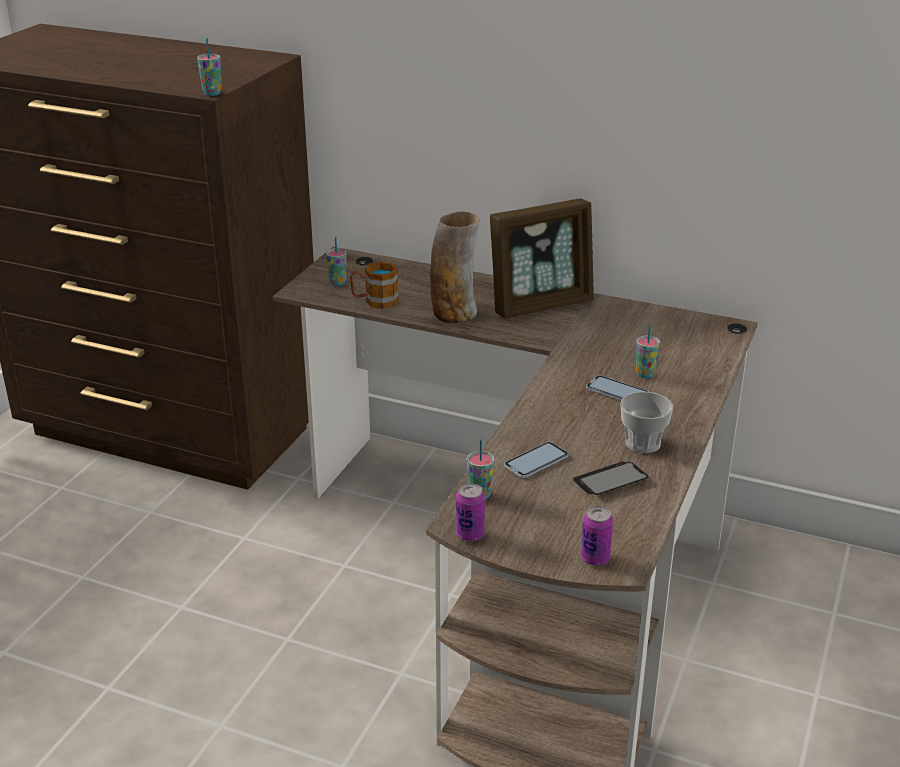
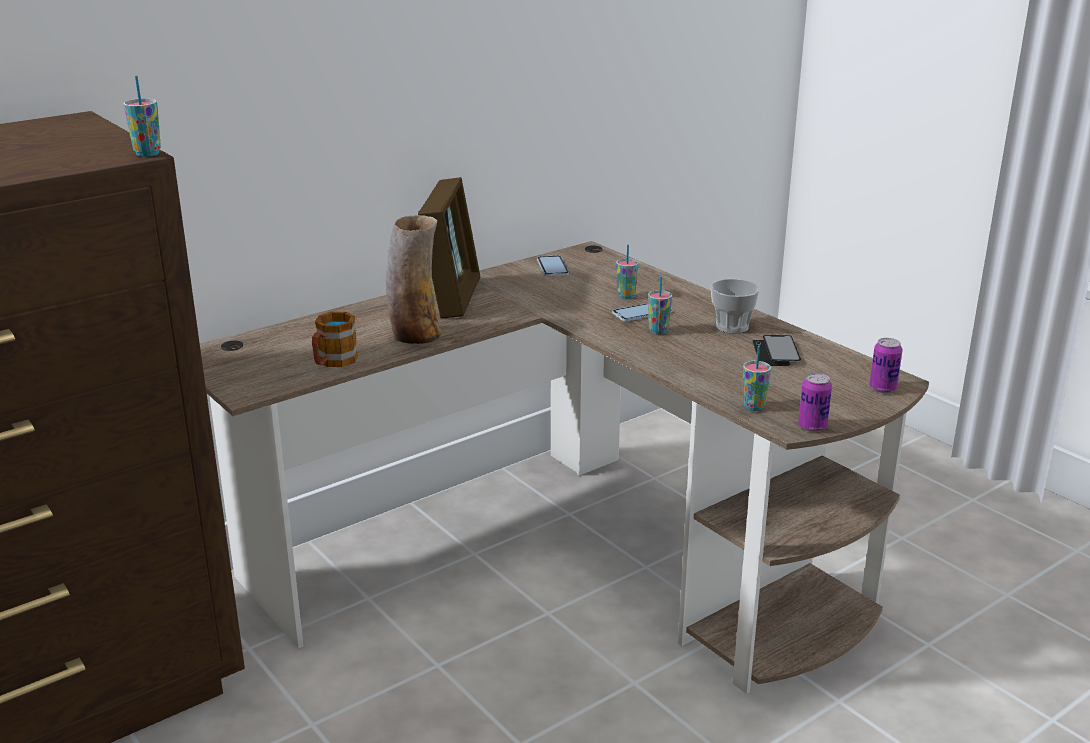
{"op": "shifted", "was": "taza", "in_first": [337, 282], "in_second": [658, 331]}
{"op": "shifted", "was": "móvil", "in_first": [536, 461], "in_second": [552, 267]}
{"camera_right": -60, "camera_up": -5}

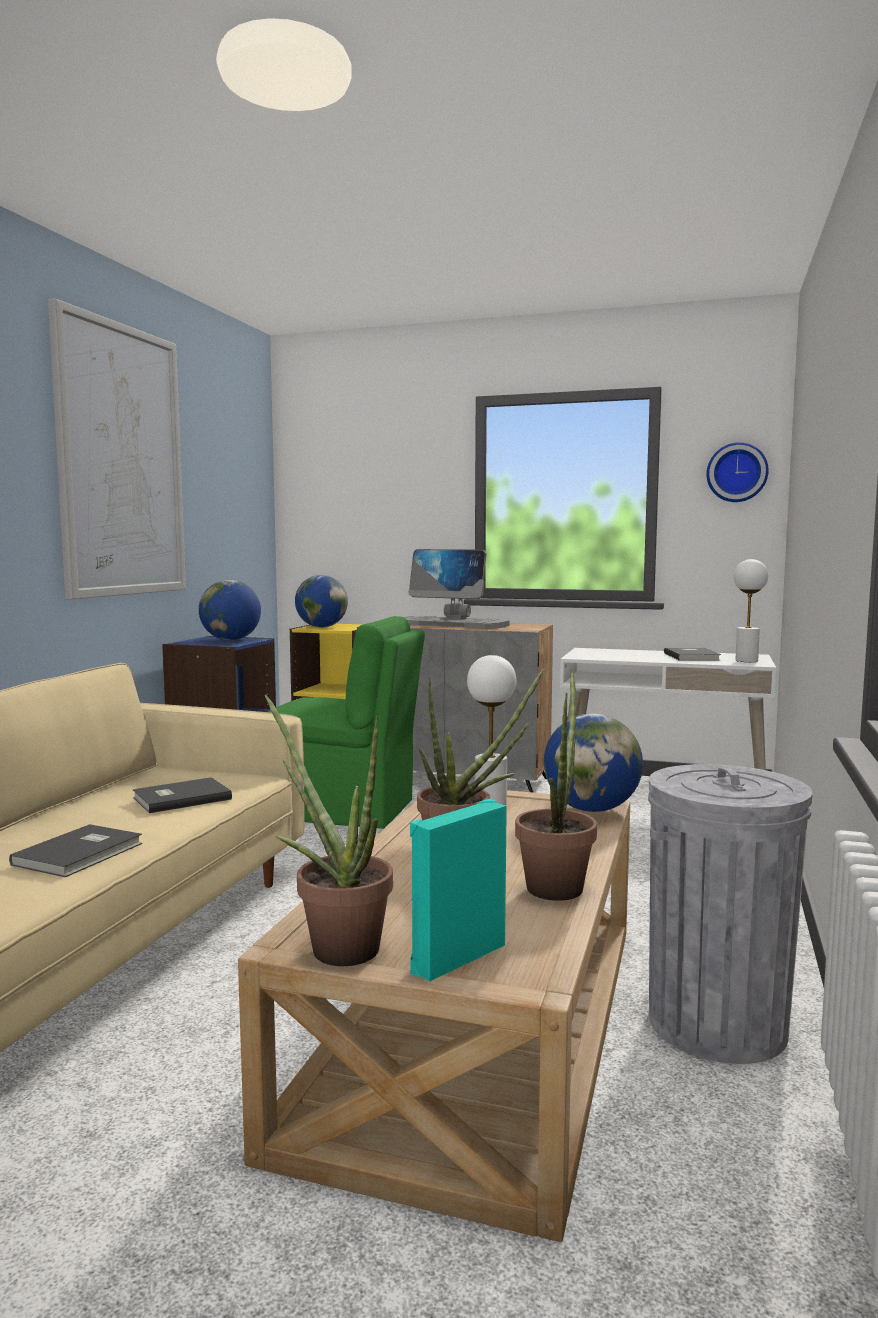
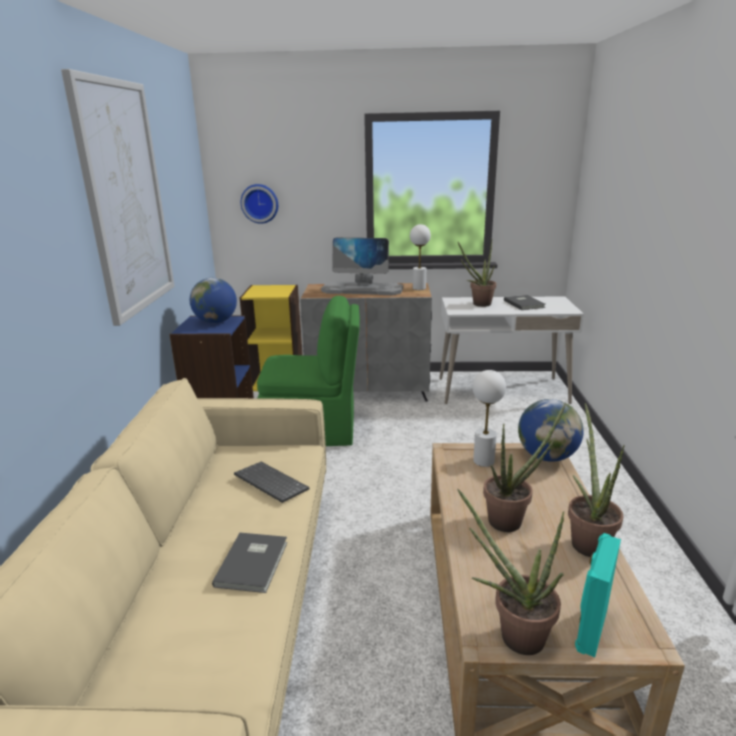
{"op": "gone", "was": "globo terráqueo", "in_first": [321, 627]}
{"op": "gone", "was": "papelera (gris)", "in_first": [717, 1024]}
{"op": "new", "now": "planta en maceta", "in_second": [478, 304]}
{"op": "shifted", "was": "reloj de pared", "in_first": [736, 472], "in_second": [260, 203]}
{"op": "shifted", "was": "lámpara de mesa (blanco)", "in_first": [746, 660], "in_second": [419, 288]}
{"op": "swapped", "was": "libro (gris)", "now": "teclado", "in_first": [180, 798], "in_second": [269, 483]}
{"camera_right": -15, "camera_up": 15}

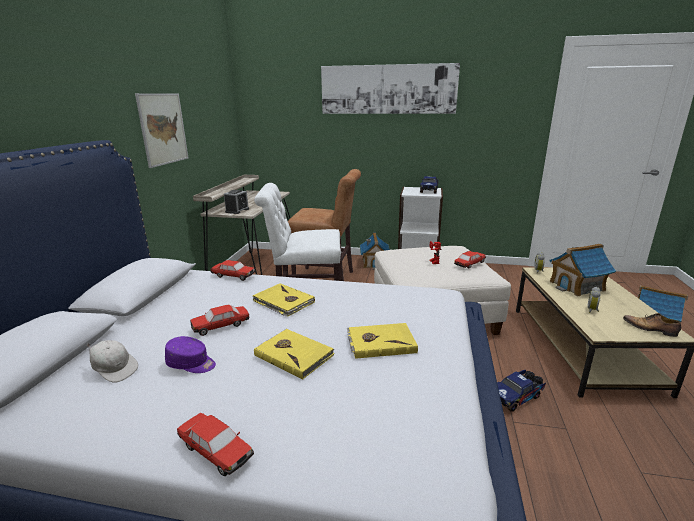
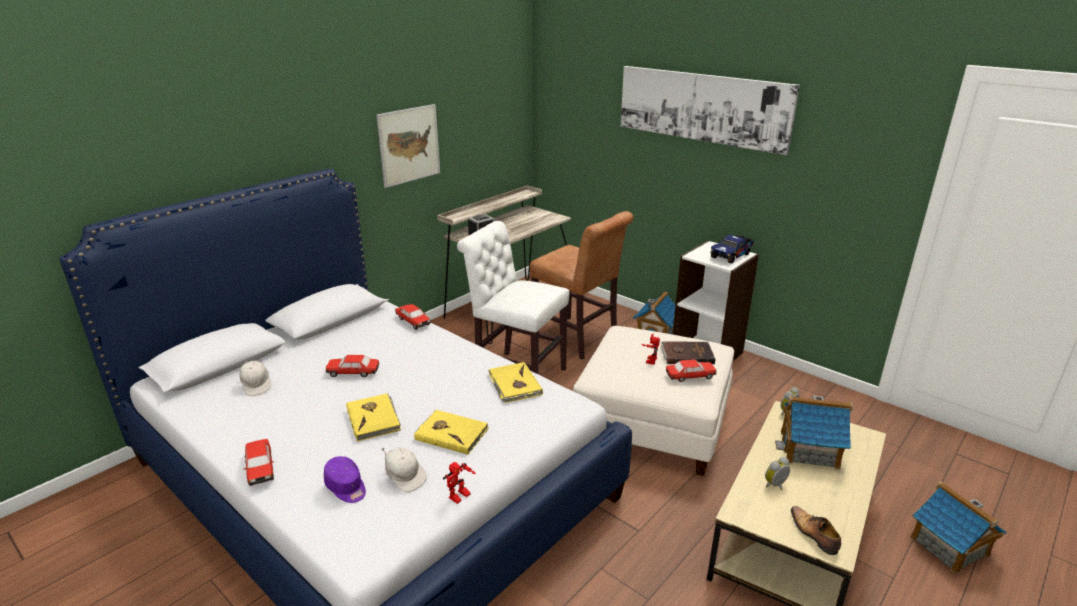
{"op": "gone", "was": "camión de juguete", "in_first": [516, 396]}
{"op": "new", "now": "gorra (blanco)", "in_second": [405, 477]}
{"op": "new", "now": "robot de juguete", "in_second": [460, 498]}
{"op": "new", "now": "libro (marrón)", "in_second": [686, 354]}
{"op": "shifted", "was": "gorra (morado)", "in_first": [191, 364], "in_second": [346, 488]}
{"op": "shifted", "was": "libro (amarillo)", "in_first": [283, 302], "in_second": [514, 385]}
{"camera_right": 30, "camera_up": 5}

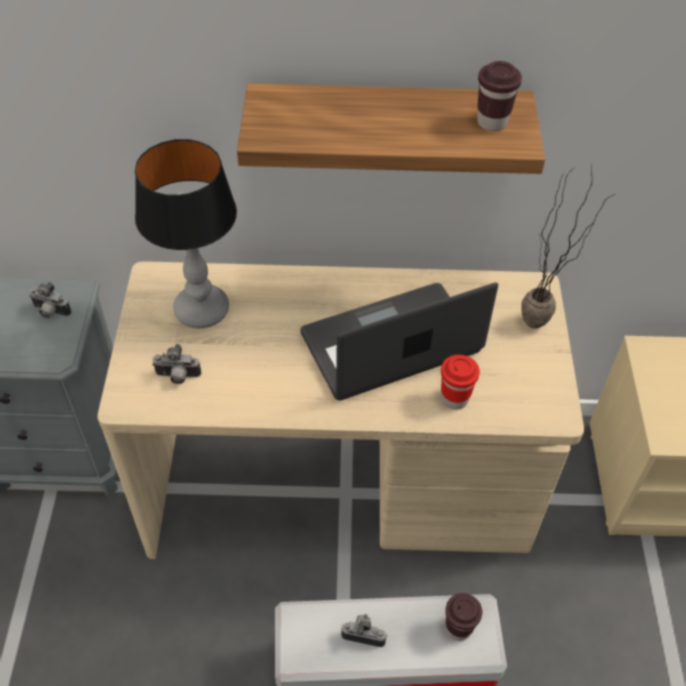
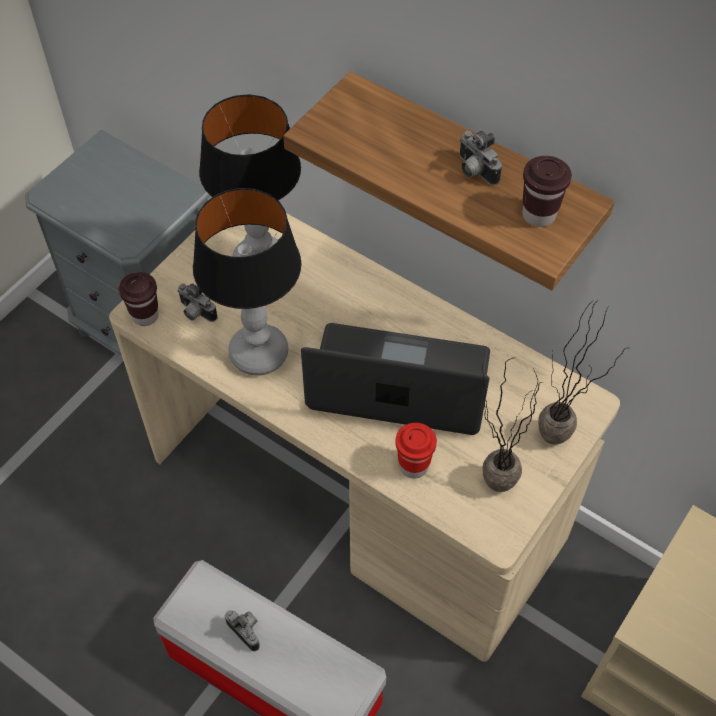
{"op": "new", "now": "lámpara de mesa", "in_second": [257, 353]}
{"op": "new", "now": "planta en maceta", "in_second": [486, 483]}
{"op": "shifted", "was": "cámara", "in_first": [50, 312], "in_second": [474, 171]}
{"op": "shifted", "was": "taza (marrón)", "in_first": [458, 628], "in_second": [145, 316]}
{"camera_right": 35, "camera_up": 5}

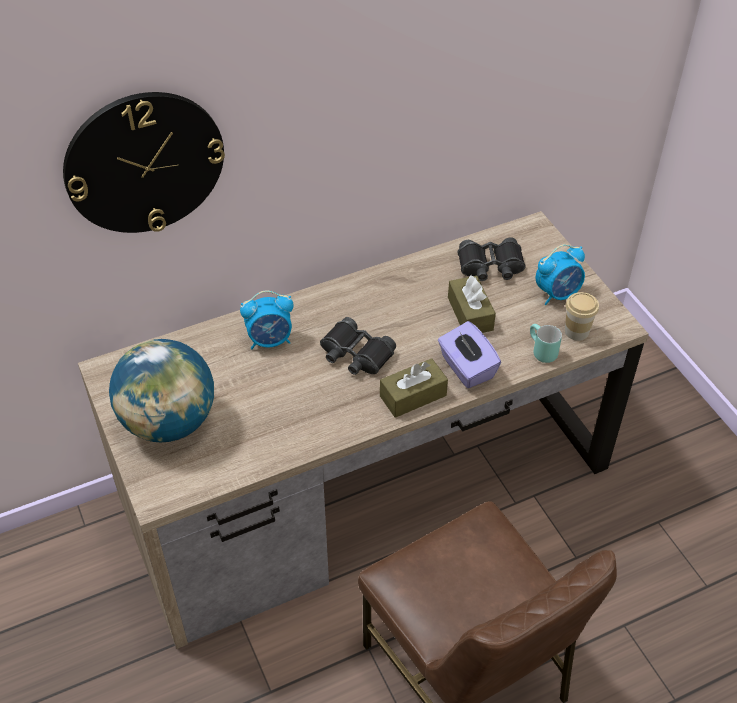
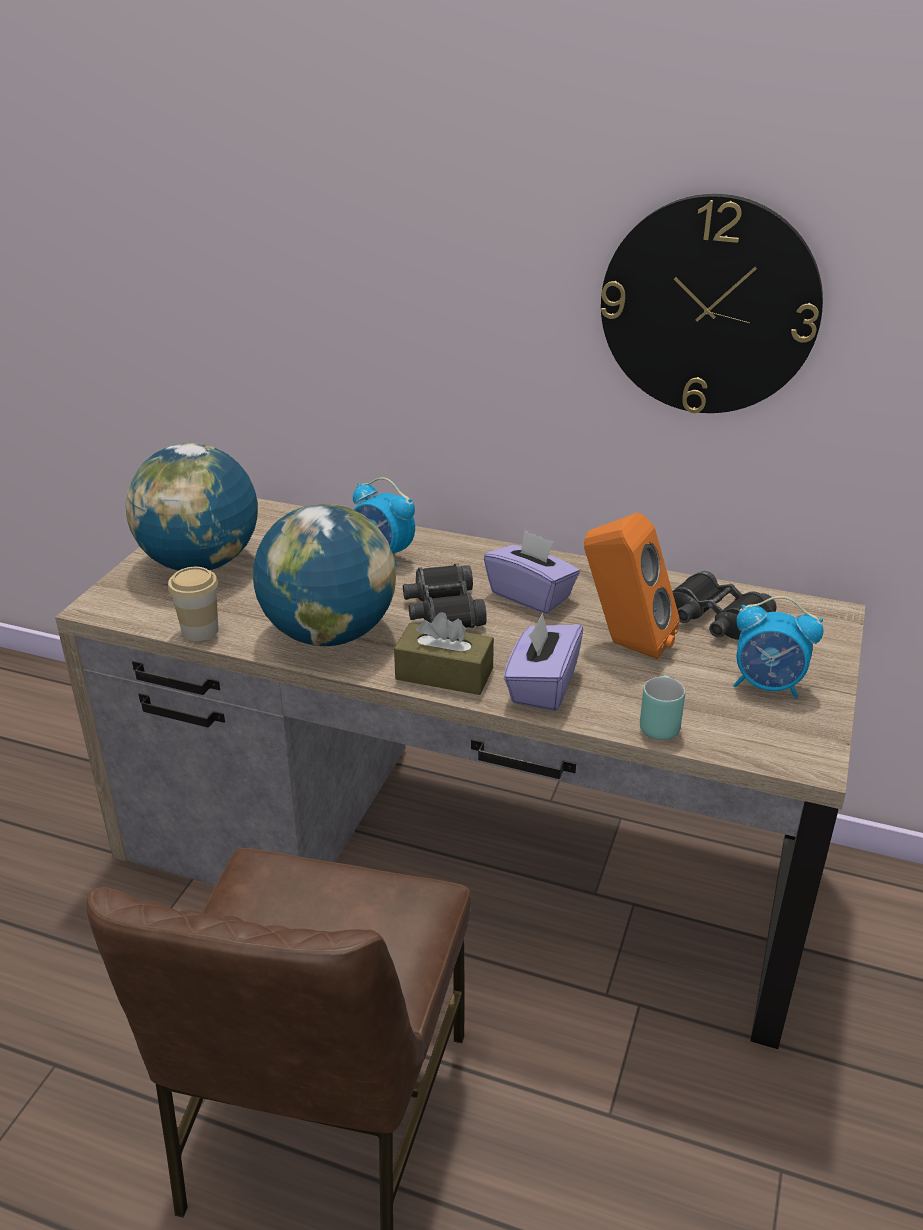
{"op": "new", "now": "globo terráqueo", "in_second": [329, 633]}
{"op": "new", "now": "caja de pañuelos (morado)", "in_second": [531, 595]}
{"op": "shifted", "was": "reloj de pared", "in_first": [144, 163], "in_second": [709, 307]}
{"op": "shifted", "was": "taza", "in_first": [576, 331], "in_second": [200, 631]}
{"op": "swapped", "was": "caja de pañuelos (marrón)", "now": "altavoz (naranja)", "in_first": [470, 314], "in_second": [624, 644]}
{"camera_right": 45, "camera_up": -15}

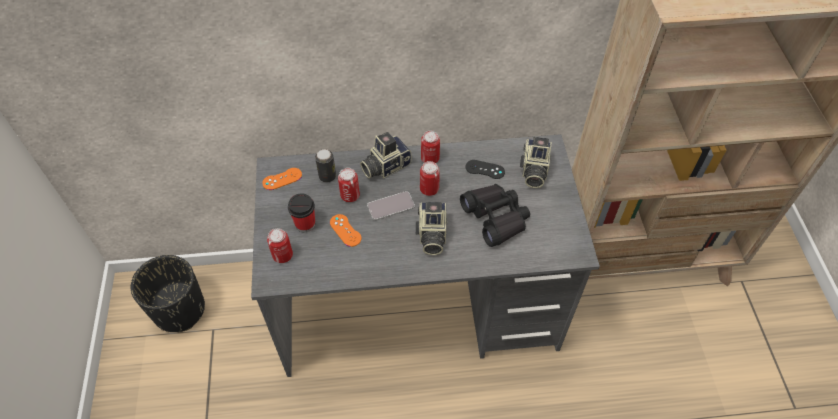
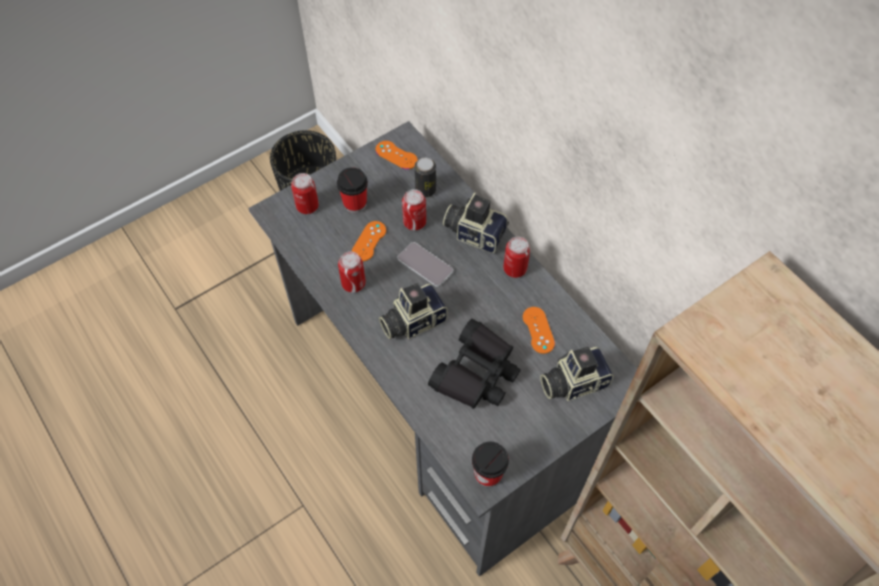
{"op": "new", "now": "taza", "in_second": [488, 474]}
{"op": "shifted", "was": "lata", "in_first": [429, 189], "in_second": [353, 283]}
{"op": "repainted", "was": "mando de consola (negro)", "now": "mando de consola (naranja)", "in_first": [485, 169], "in_second": [538, 330]}
{"camera_right": 60, "camera_up": 5}

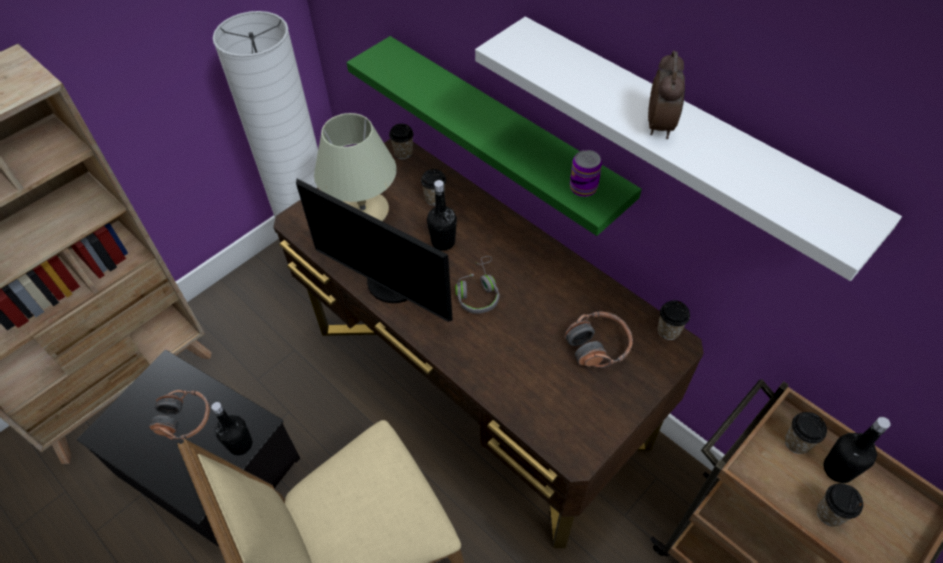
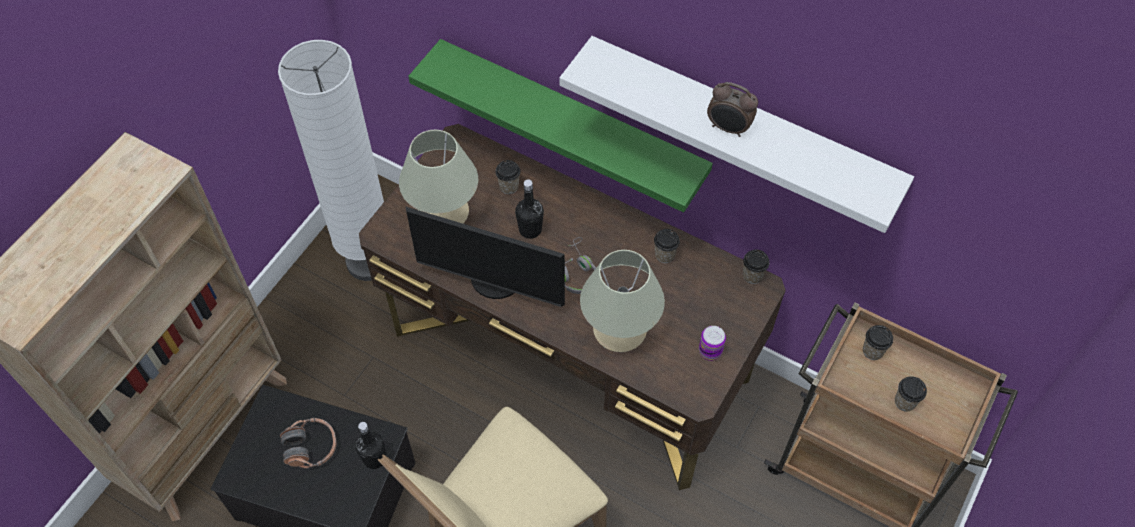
{"op": "gone", "was": "auriculares", "in_first": [598, 346]}
{"op": "gone", "was": "botella (negro)", "in_first": [838, 469]}
{"op": "new", "now": "lámpara de mesa (beis)", "in_second": [619, 329]}
{"op": "shifted", "was": "taza", "in_first": [403, 153], "in_second": [664, 255]}
{"op": "shifted", "was": "lata", "in_first": [583, 188], "in_second": [710, 351]}
{"op": "rotated", "was": "despertador", "in_first": [660, 126], "in_second": [728, 128], "clockwise": 120}
{"camera_right": -15, "camera_up": 5}

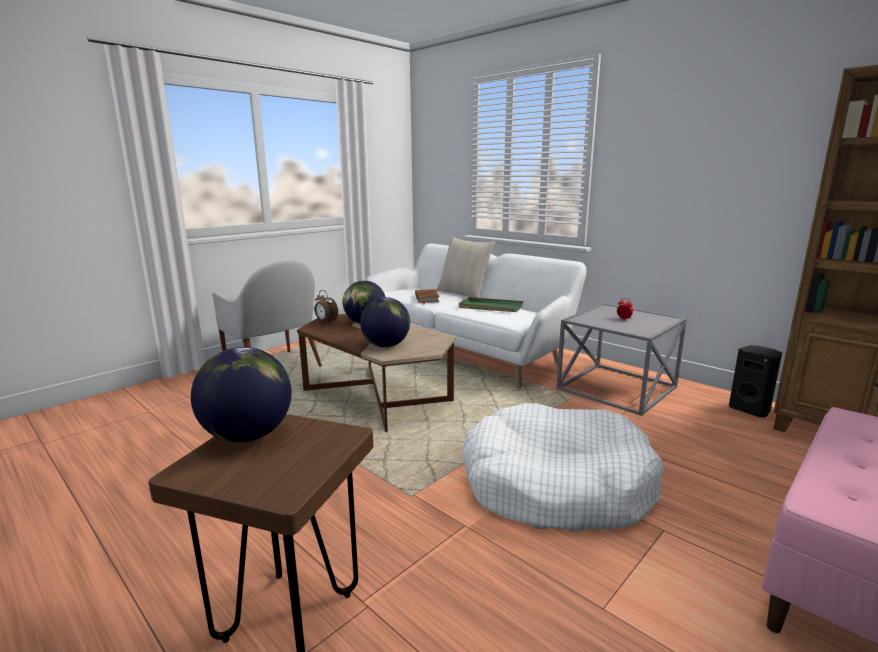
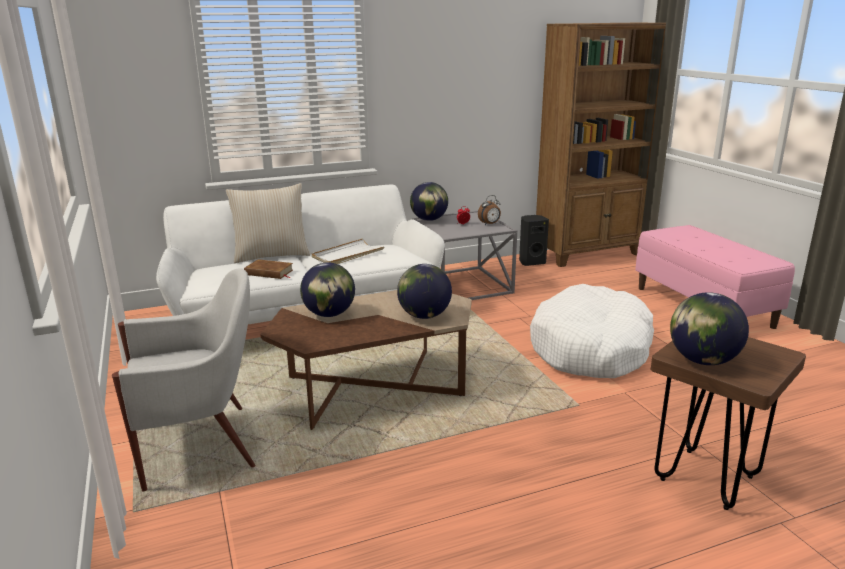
{"op": "new", "now": "globo terráqueo", "in_second": [429, 220]}
{"op": "shifted", "was": "despertador", "in_first": [326, 322], "in_second": [489, 224]}
{"op": "repainted", "was": "bandeja (verde)", "now": "bandeja (blanco)", "in_first": [490, 307], "in_second": [347, 255]}
{"camera_right": -65, "camera_up": 5}

